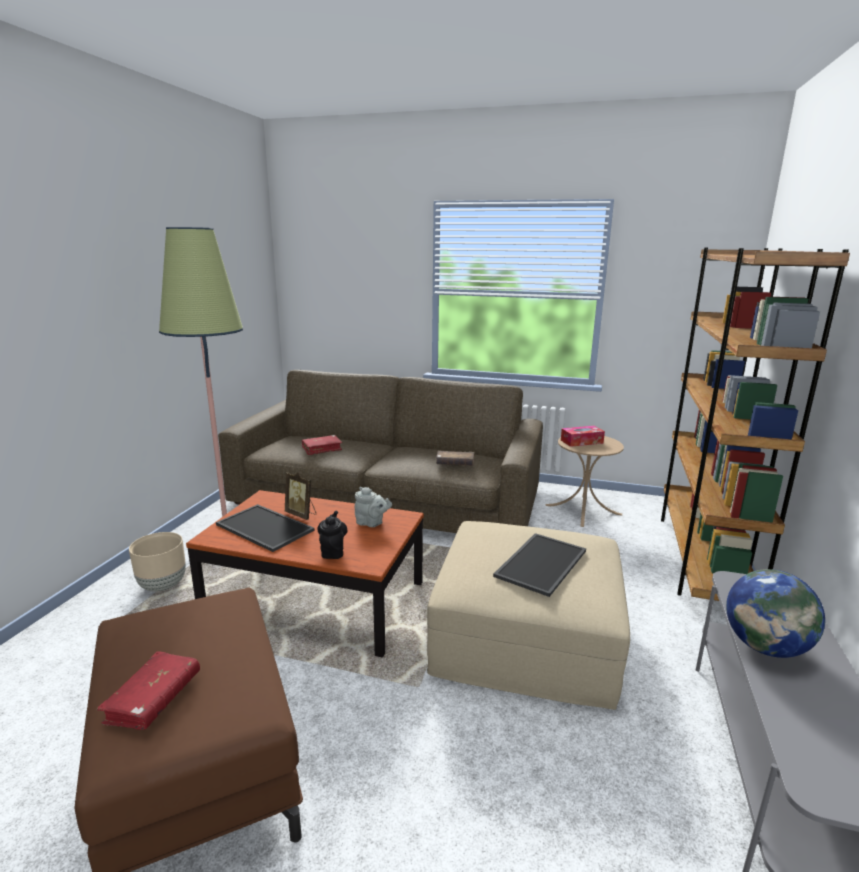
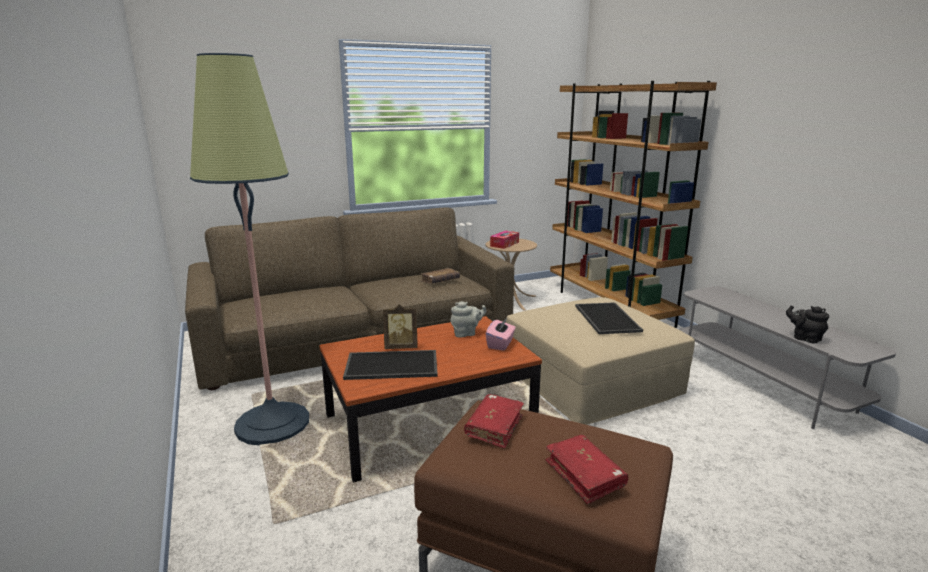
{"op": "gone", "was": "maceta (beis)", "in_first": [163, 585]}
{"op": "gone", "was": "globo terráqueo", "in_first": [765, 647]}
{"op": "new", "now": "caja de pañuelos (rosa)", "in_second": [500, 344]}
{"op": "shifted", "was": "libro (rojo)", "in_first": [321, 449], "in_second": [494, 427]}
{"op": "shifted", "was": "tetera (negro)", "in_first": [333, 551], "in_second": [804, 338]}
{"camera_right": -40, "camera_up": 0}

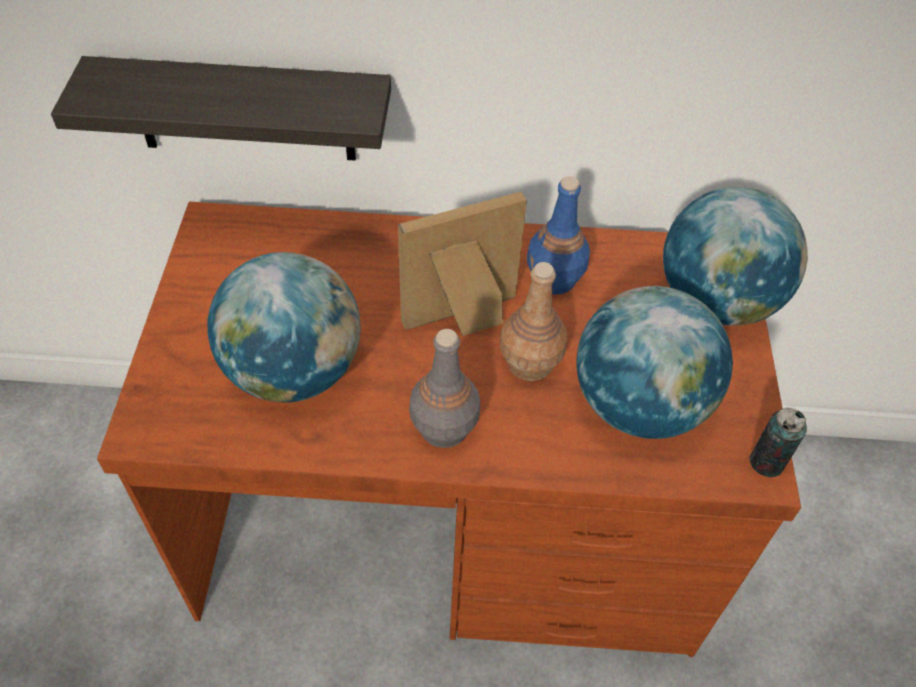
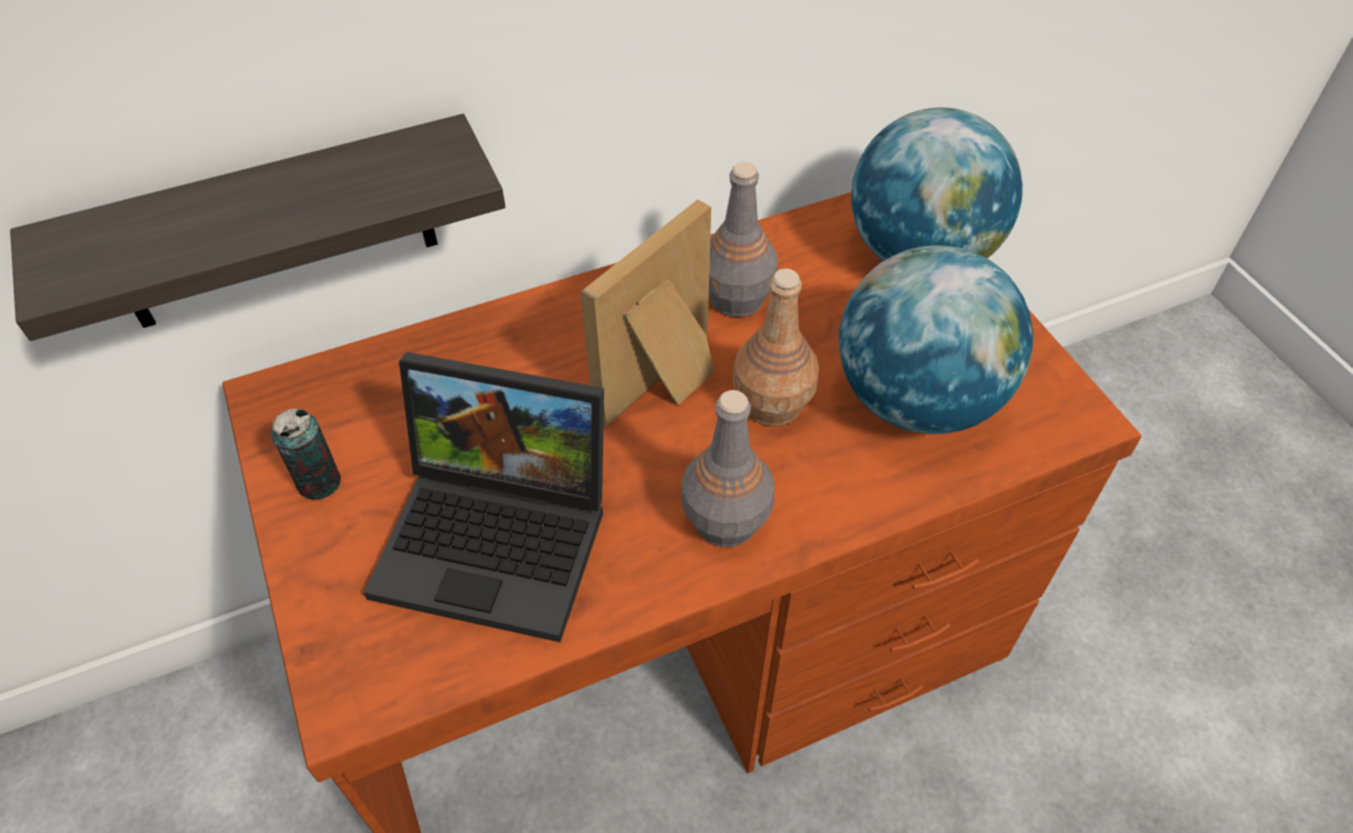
{"op": "shifted", "was": "lata", "in_first": [766, 462], "in_second": [319, 482]}
{"op": "swapped", "was": "globo terráqueo", "now": "portátil", "in_first": [294, 372], "in_second": [502, 536]}
{"op": "repainted", "was": "botella (azul)", "now": "botella (gris)", "in_first": [555, 279], "in_second": [737, 299]}
{"camera_right": -25, "camera_up": 0}

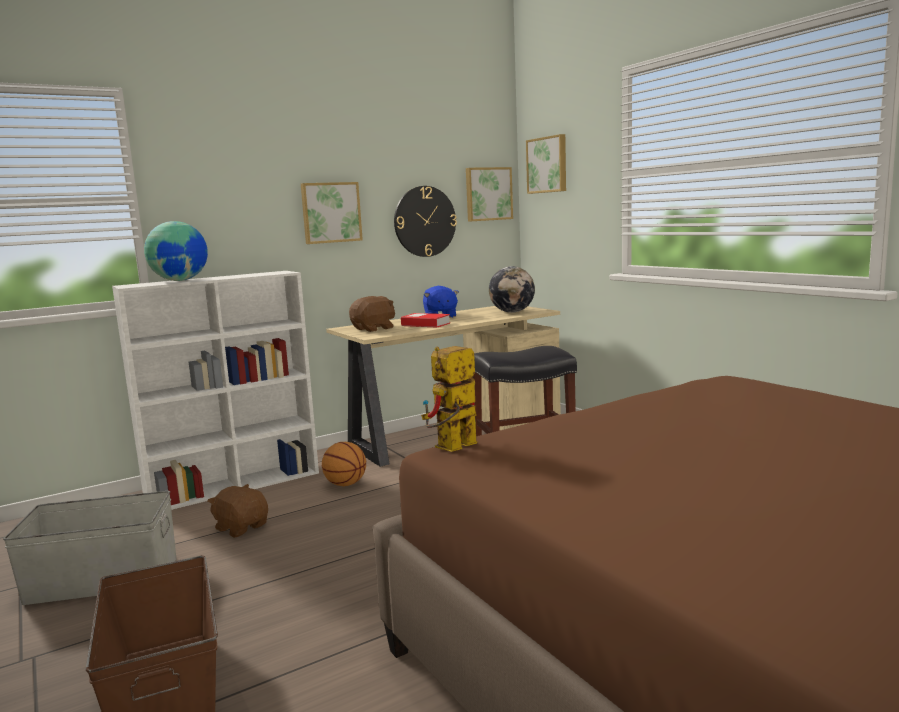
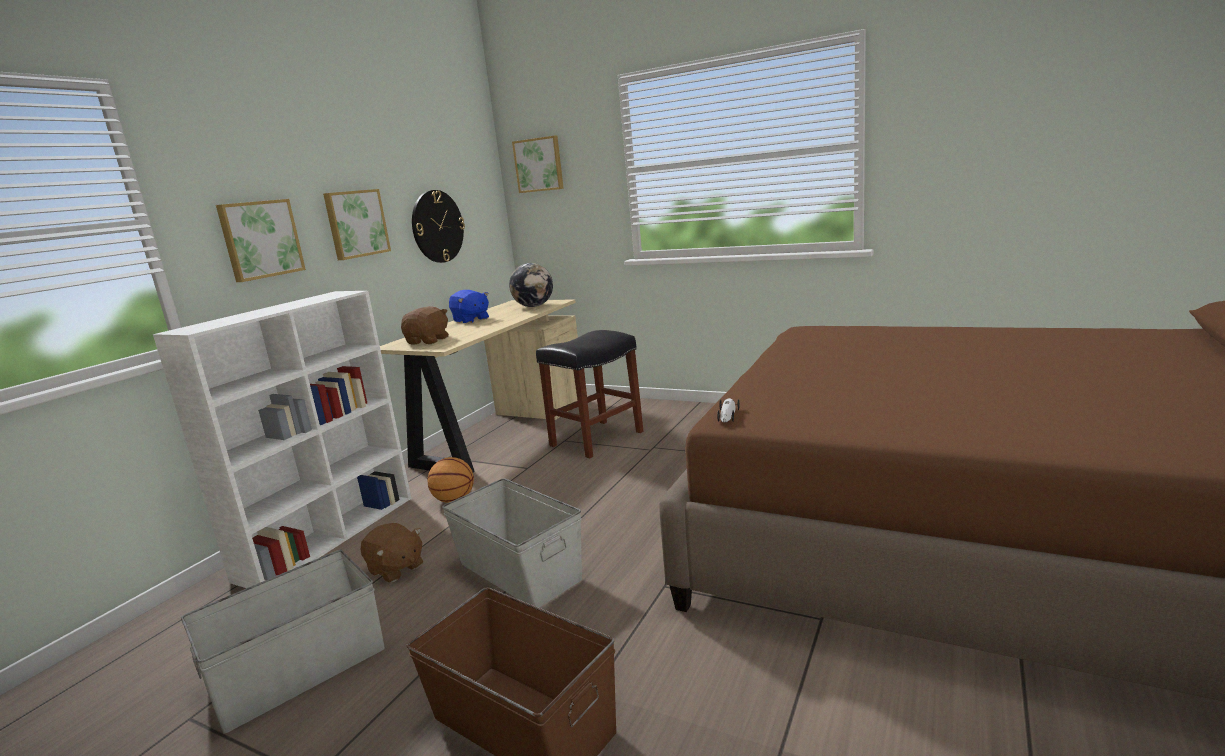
{"op": "gone", "was": "globo terráqueo", "in_first": [180, 280]}
{"op": "gone", "was": "libro", "in_first": [425, 324]}
{"op": "new", "now": "caja de almacenaje (gris)", "in_second": [519, 570]}
{"op": "shifted", "was": "cuadro", "in_first": [488, 194], "in_second": [260, 239]}
{"op": "swapped", "was": "robot de juguete", "now": "coche de juguete", "in_first": [452, 448], "in_second": [727, 415]}
{"op": "rotated", "was": "peluche (marrón)", "in_first": [241, 527], "in_second": [396, 569], "clockwise": -150}
{"camera_right": -30, "camera_up": 5}

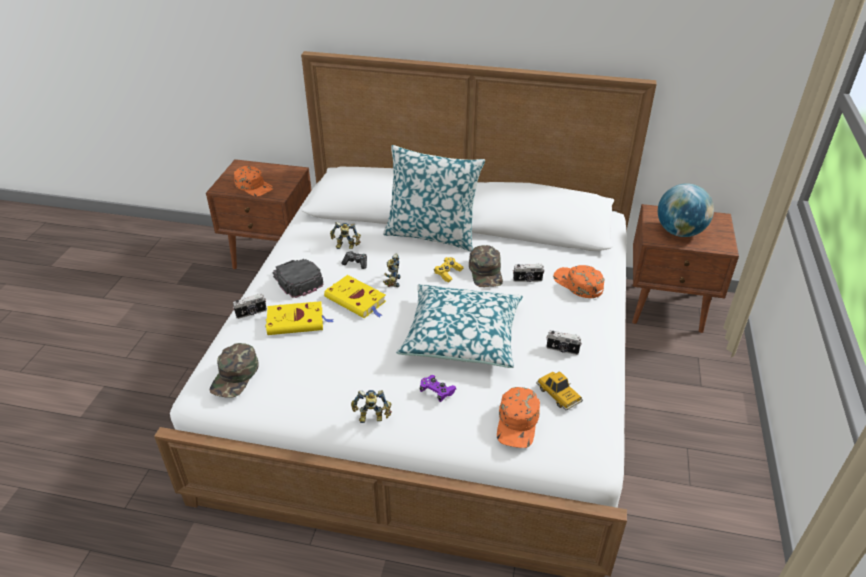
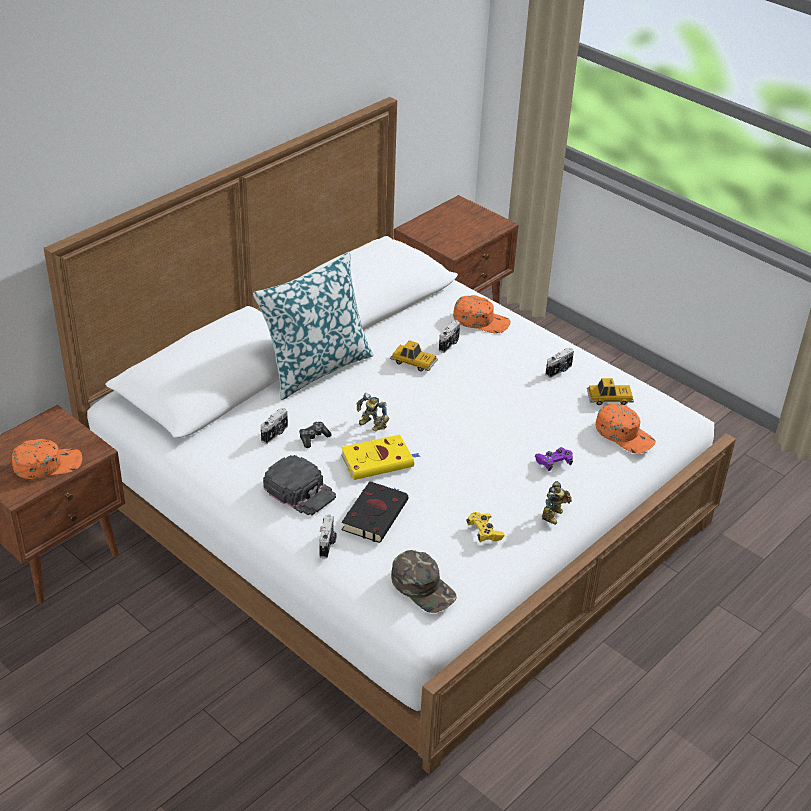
{"op": "gone", "was": "cojín", "in_first": [462, 336]}
{"op": "gone", "was": "globo terráqueo", "in_first": [679, 232]}
{"op": "shifted", "was": "mando de consola (amarillo)", "in_first": [448, 273], "in_second": [484, 532]}
{"op": "swapped", "was": "robot de juguete", "now": "cámara", "in_first": [346, 246], "in_second": [275, 434]}
{"op": "swapped", "was": "gorra (verde)", "now": "coche de juguete", "in_first": [486, 272], "in_second": [413, 362]}
{"op": "repainted", "was": "libro (amarillo)", "now": "libro (negro)", "in_first": [297, 321], "in_second": [375, 514]}
{"op": "rotated", "was": "gorra (negro)", "in_first": [296, 279], "in_second": [300, 490], "clockwise": -135}
{"op": "rotated", "was": "gorra (naranja)", "in_first": [577, 284], "in_second": [481, 320], "clockwise": -150}
{"camera_right": -60, "camera_up": 0}

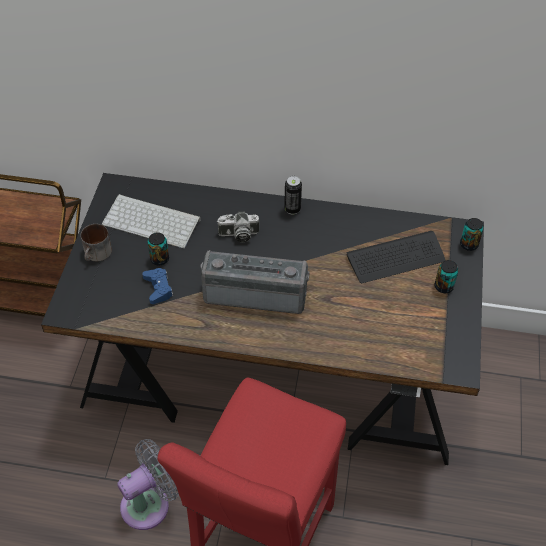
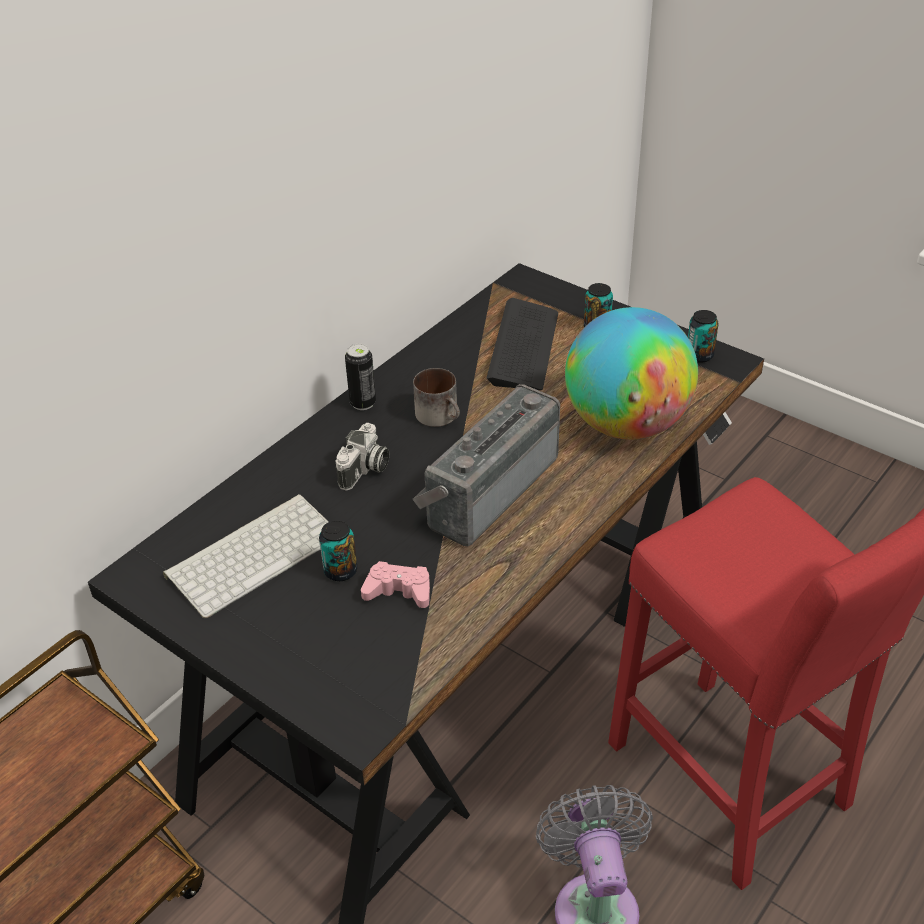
{"op": "new", "now": "globo terráqueo", "in_second": [626, 424]}
{"op": "shifted", "was": "taza grande", "in_first": [97, 254], "in_second": [441, 415]}
{"op": "shifted", "was": "lata", "in_first": [469, 244], "in_second": [699, 355]}
{"op": "repainted", "was": "mando de consola (azul)", "now": "mando de consola (rosa)", "in_first": [158, 288], "in_second": [399, 591]}
{"camera_right": -60, "camera_up": -10}

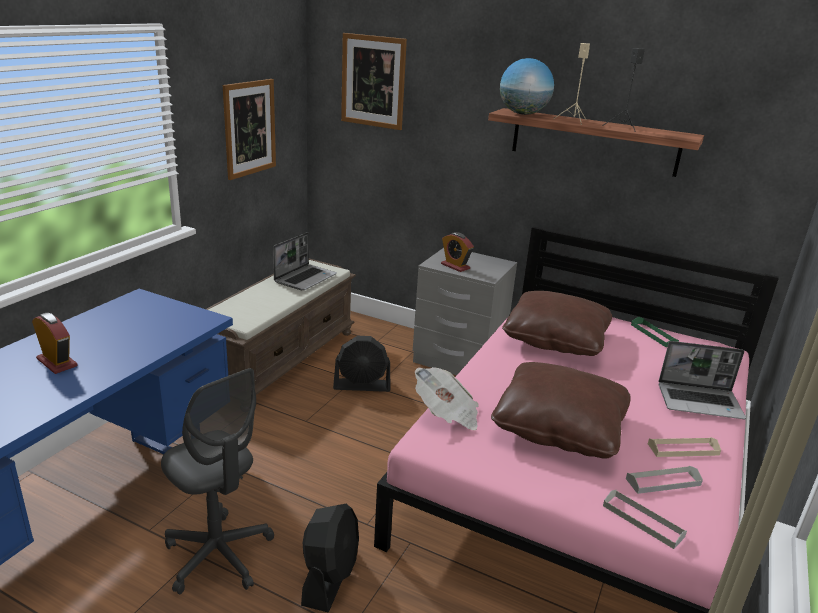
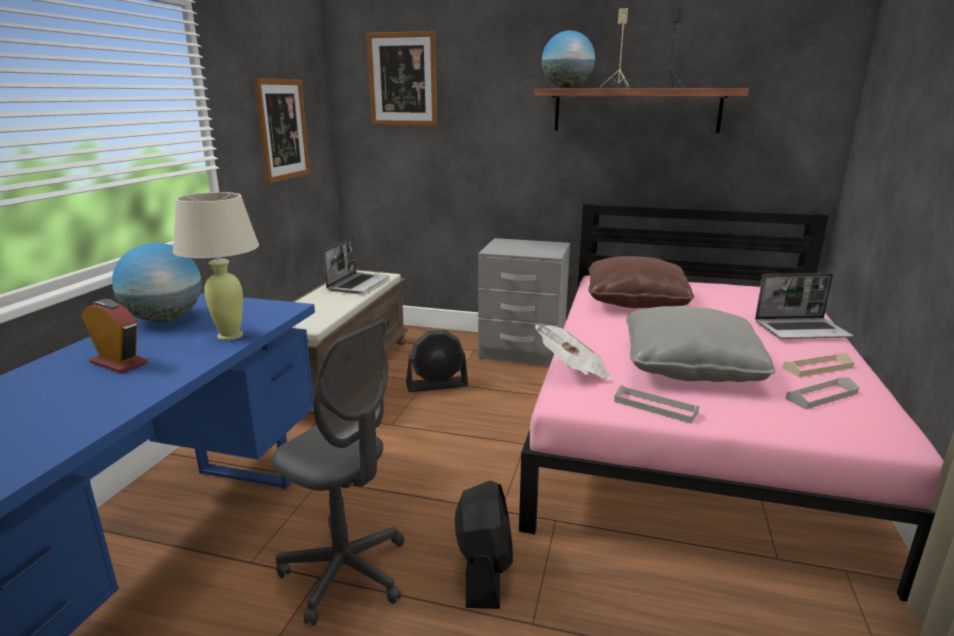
{"op": "gone", "was": "despertador", "in_first": [455, 266]}
{"op": "gone", "was": "bandeja (verde)", "in_first": [653, 334]}
{"op": "new", "now": "globo terráqueo", "in_second": [165, 319]}
{"op": "new", "now": "lámpara de mesa (beis)", "in_second": [230, 335]}
{"op": "shifted", "was": "bandeja (gris)", "in_first": [642, 521], "in_second": [655, 407]}
{"op": "repainted", "was": "cojín (marrón)", "now": "cojín (gris)", "in_first": [559, 427], "in_second": [689, 367]}
{"camera_right": -10, "camera_up": -5}

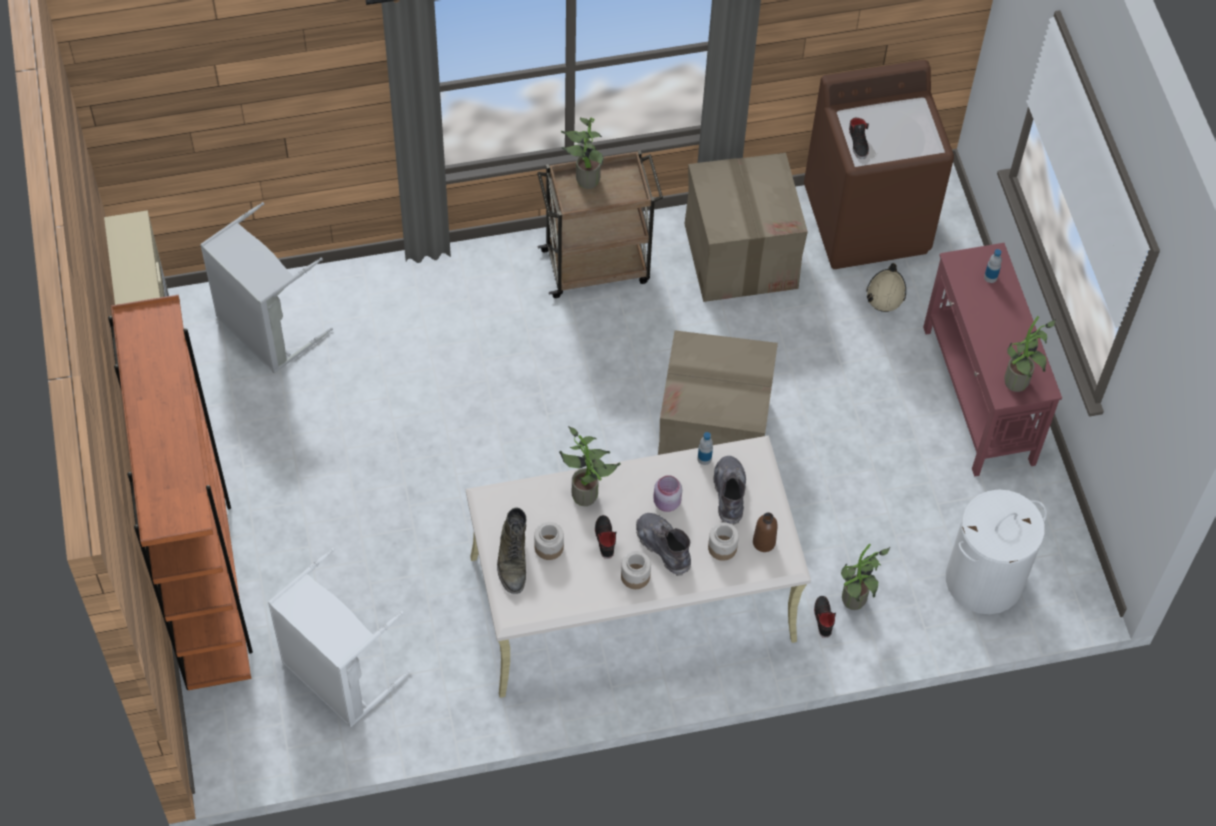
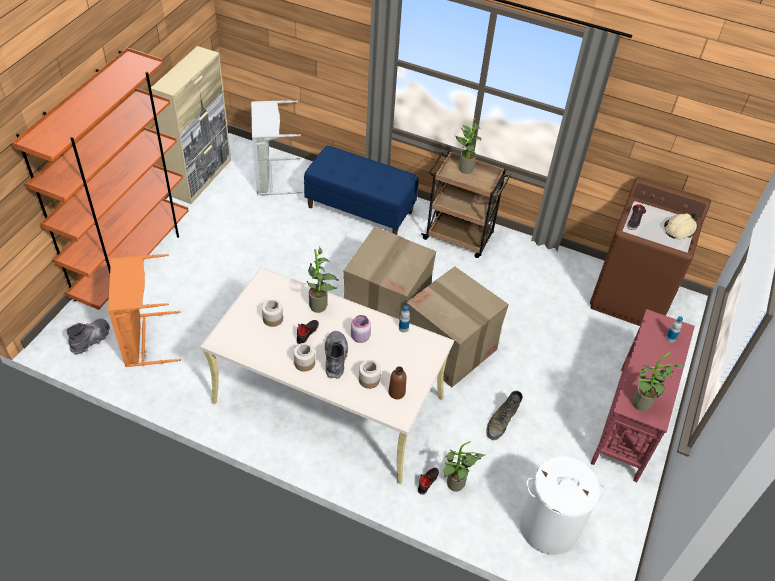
{"op": "new", "now": "banco (azul)", "in_second": [360, 209]}
{"op": "shifted", "was": "bota (verde)", "in_first": [512, 560], "in_second": [501, 421]}
{"op": "shifted", "was": "caja de cartón", "in_first": [740, 255], "in_second": [387, 305]}
{"op": "shifted", "was": "bota (gris)", "in_first": [729, 493], "in_second": [91, 339]}
{"op": "shifted", "was": "casco (beis)", "in_first": [886, 293], "in_second": [680, 229]}
{"op": "repainted", "was": "cesto de la ropa (blanco)", "now": "cesto de la ropa (naranja)", "in_first": [336, 677], "in_second": [144, 340]}
{"camera_right": 35, "camera_up": -10}

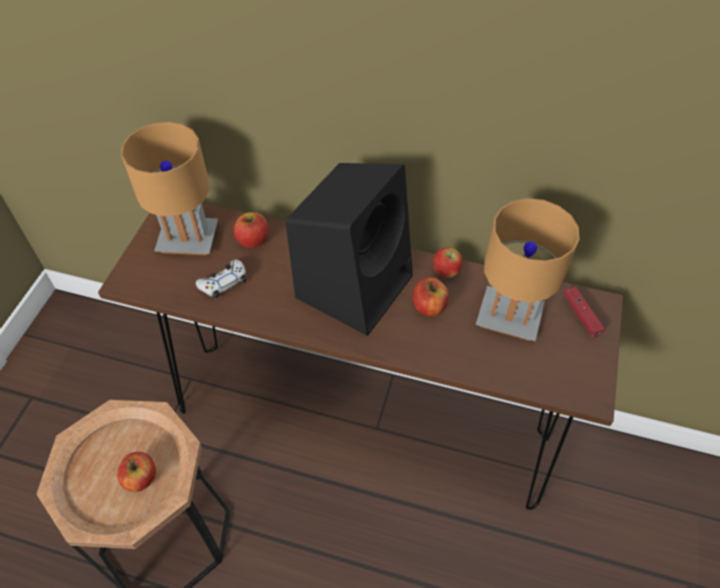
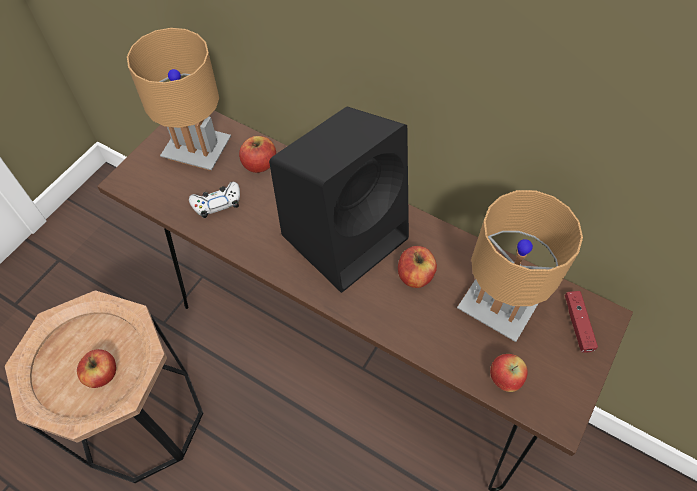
{"op": "shifted", "was": "manzana", "in_first": [445, 272], "in_second": [504, 379]}
{"camera_right": 15, "camera_up": 5}

